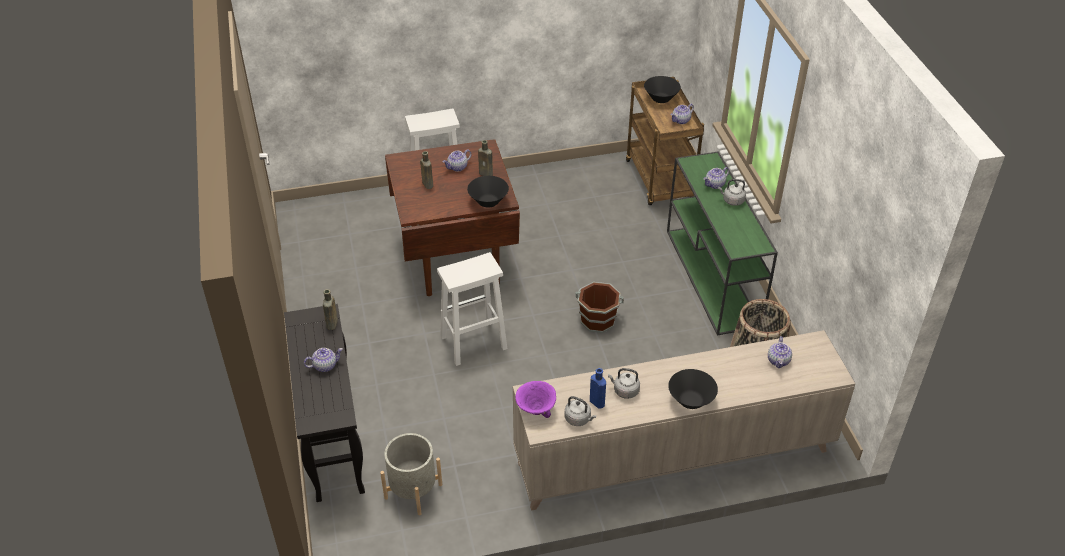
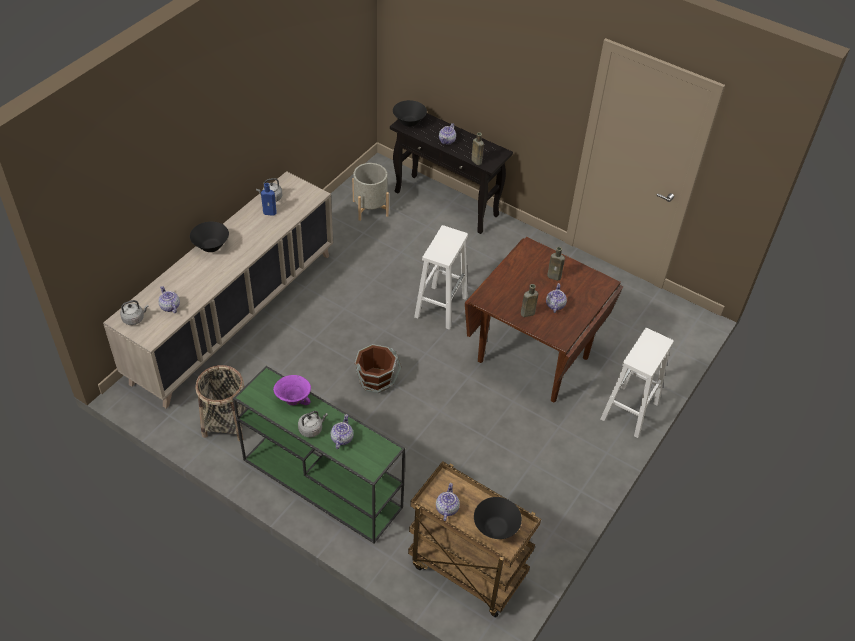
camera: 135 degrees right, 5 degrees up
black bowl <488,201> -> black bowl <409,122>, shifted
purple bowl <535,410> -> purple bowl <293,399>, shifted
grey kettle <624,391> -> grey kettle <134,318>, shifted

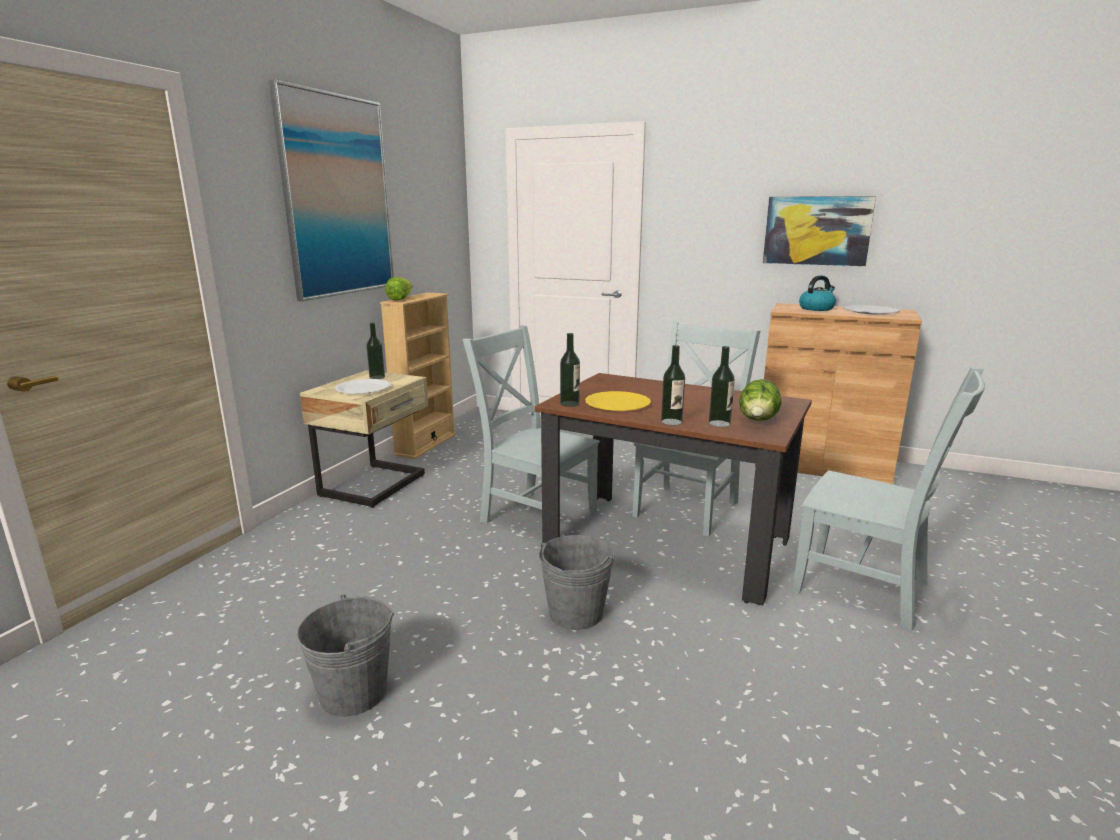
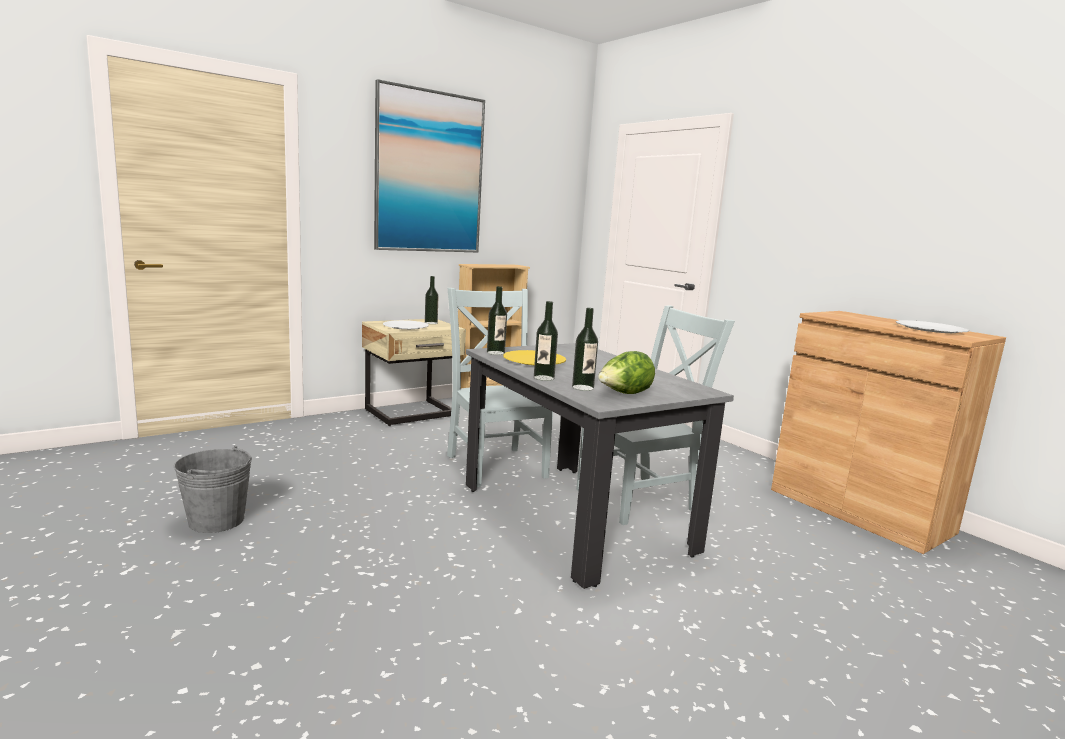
camera: 30 degrees right, 5 degrees down
lettuce <400,299> -> none
brown dining table <667,543> -> grey dining table <574,517>
grey bucket <575,613> -> none
picture <816,230> -> none
grey chair <867,589> -> none
kettle <816,308> -> none

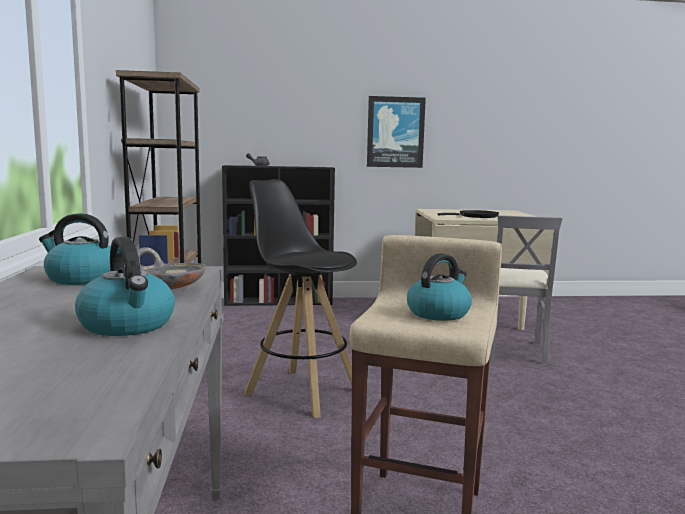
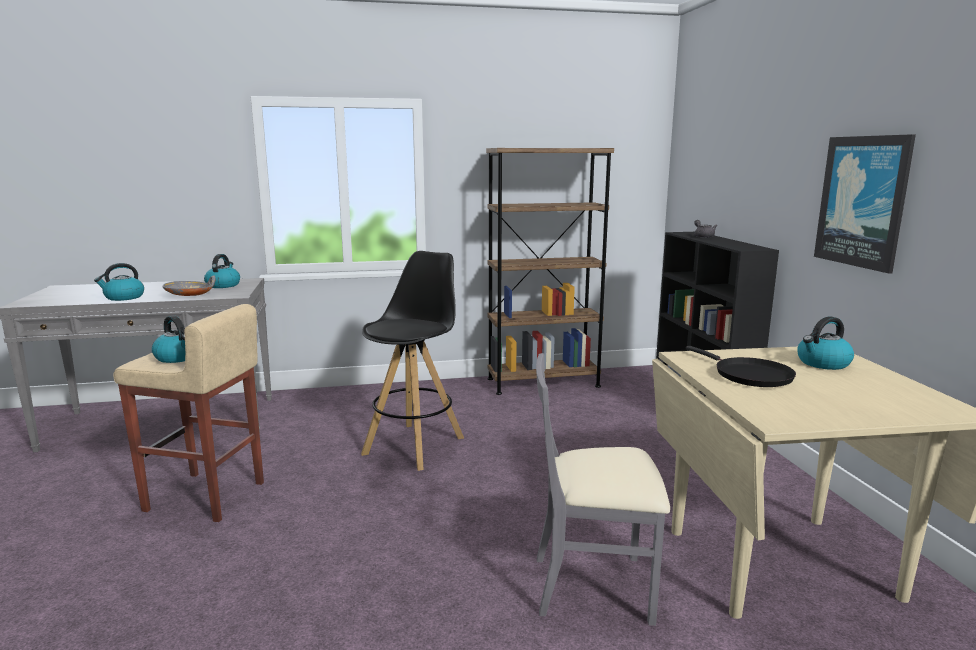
camera: 85 degrees right, 5 degrees up
none -> kettle <823,363>

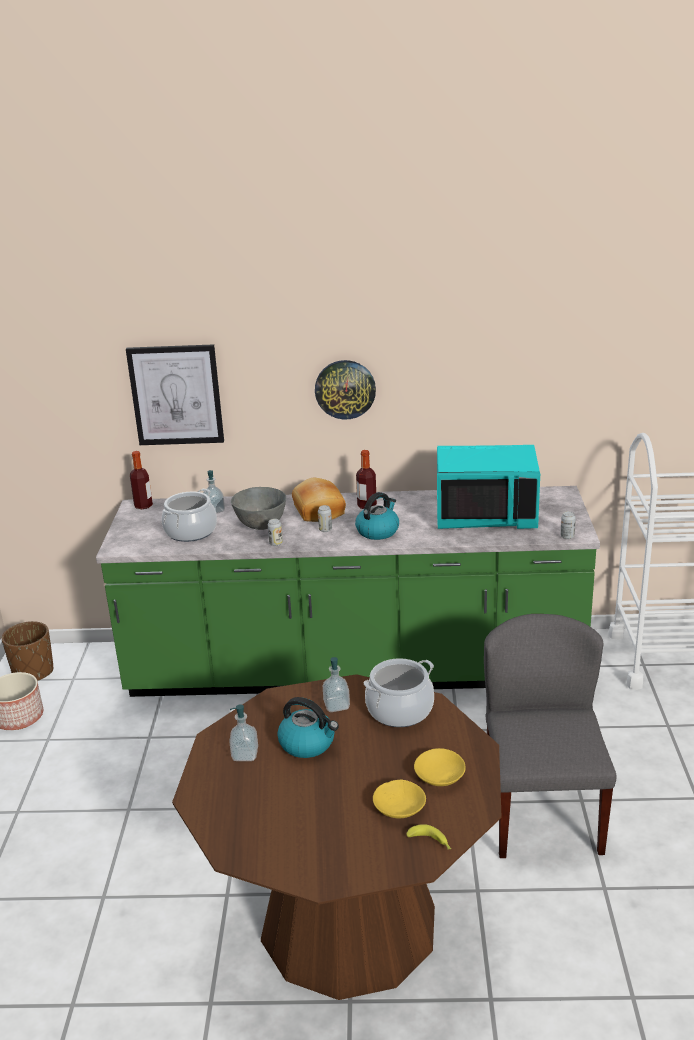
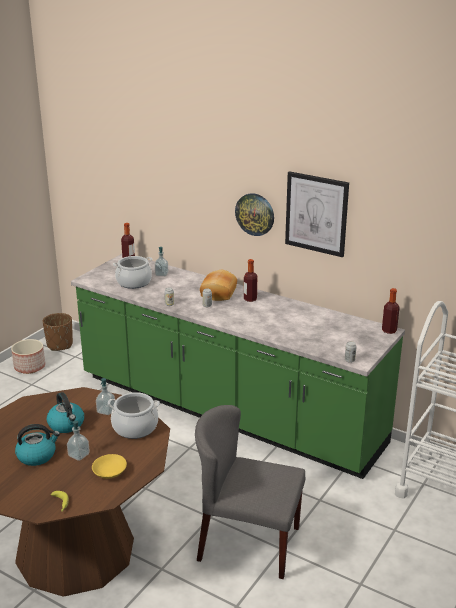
camera: 30 degrees right, 0 degrees up
picture <176,395> -> picture <316,213>, shifted
soap dispenser <245,754> -> soap dispenser <79,455>, shifted
grey bowl <261,525> -> none
kettle <378,531> -> kettle <37,455>, shifted
yellow bowl <399,807> -> none
turquoise microwave <486,514> -> none
grey chair <541,812> -> grey chair <248,543>, 105 degrees counterclockwise
none -> bottle <389,330>

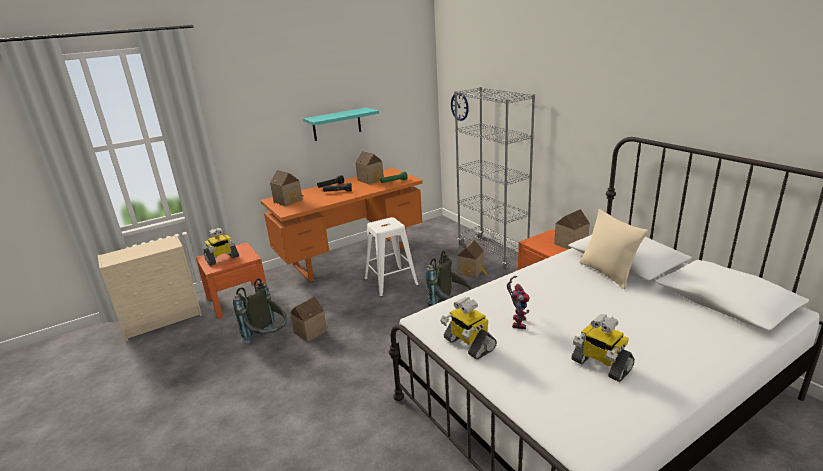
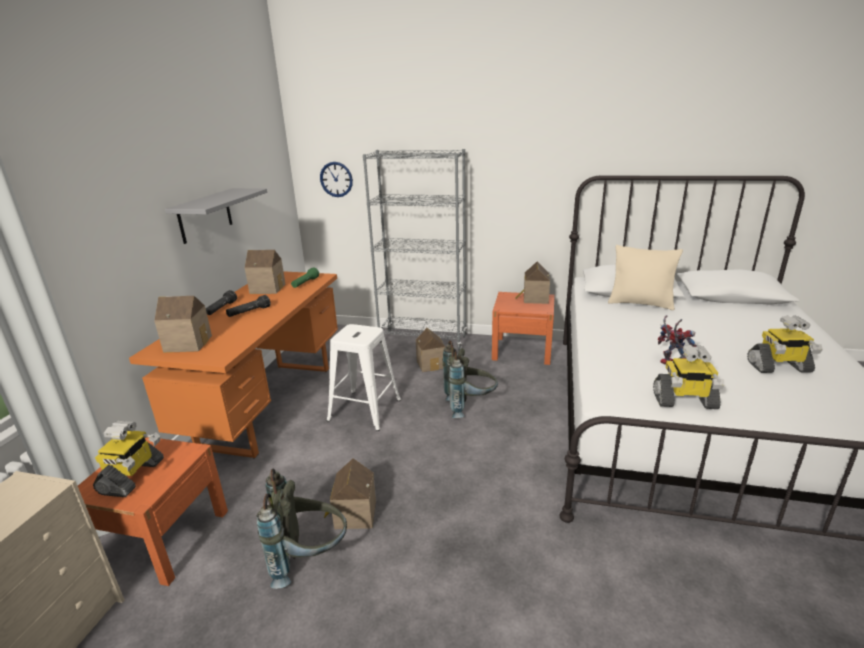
camera: 45 degrees left, 0 degrees up
turquoise shelf <336,124> -> grey shelf <205,215>

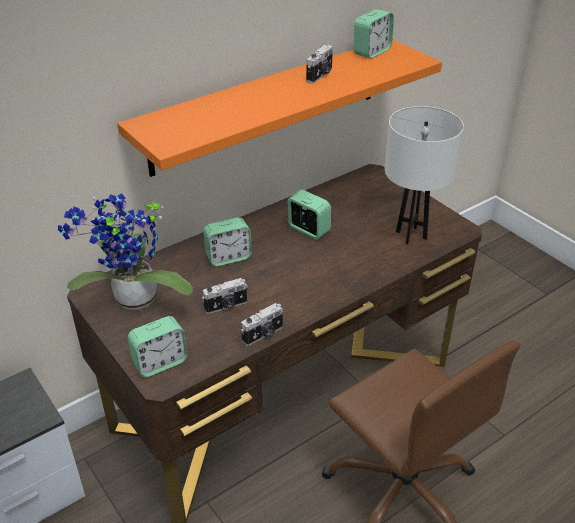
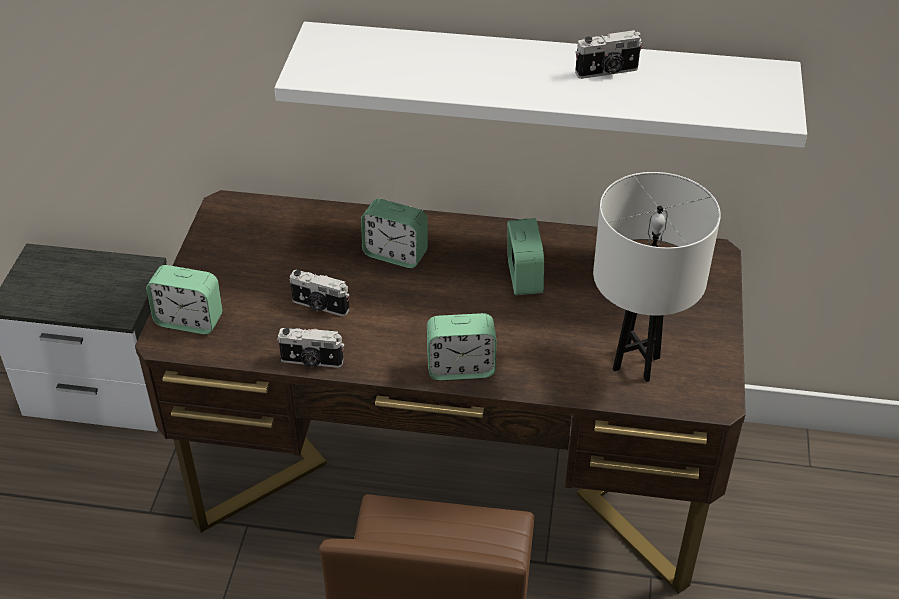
camera: 45 degrees right, 5 degrees up
potted plant <133,302> -> none
orange shelf <268,105> -> white shelf <544,82>
alarm clock <372,52> -> alarm clock <460,368>, shifted

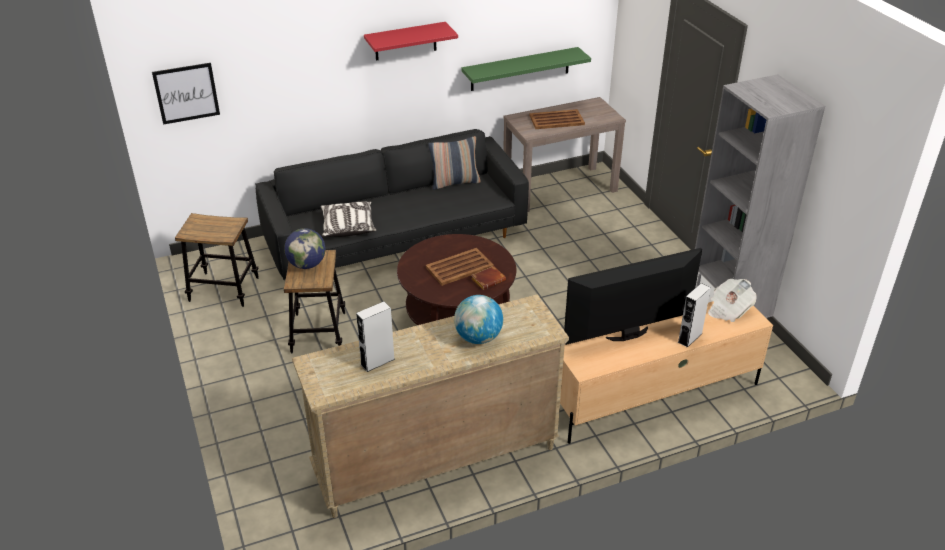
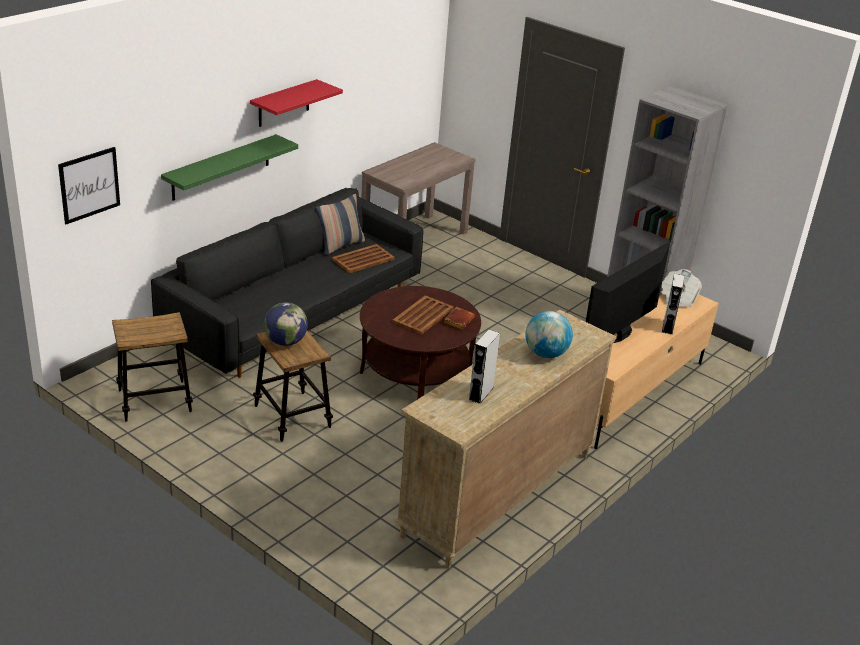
camera: 30 degrees left, 5 degrees down
pillow <348,226> -> none
green shelf <520,69> -> green shelf <221,167>, shifted
brown tray <556,120> -> brown tray <362,259>, shifted

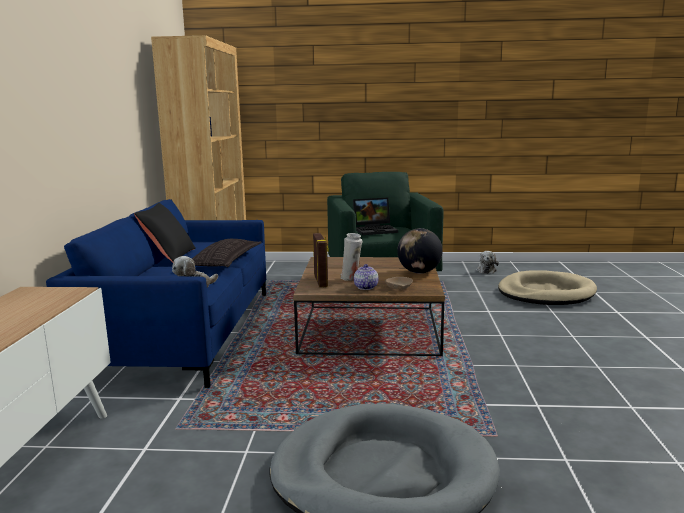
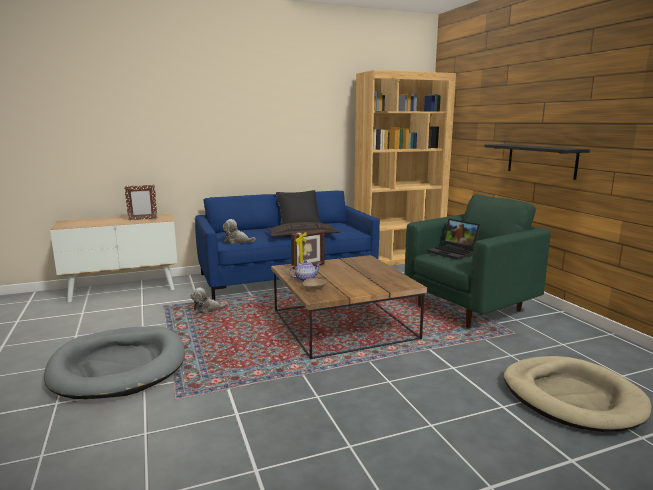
camera: 65 degrees right, 0 degrees up
white vase <351,279> -> none
globe <419,272> -> none
plush toy <486,270> -> plush toy <207,310>, shifted
none -> picture frame <142,219>
none -> black shelf <541,160>

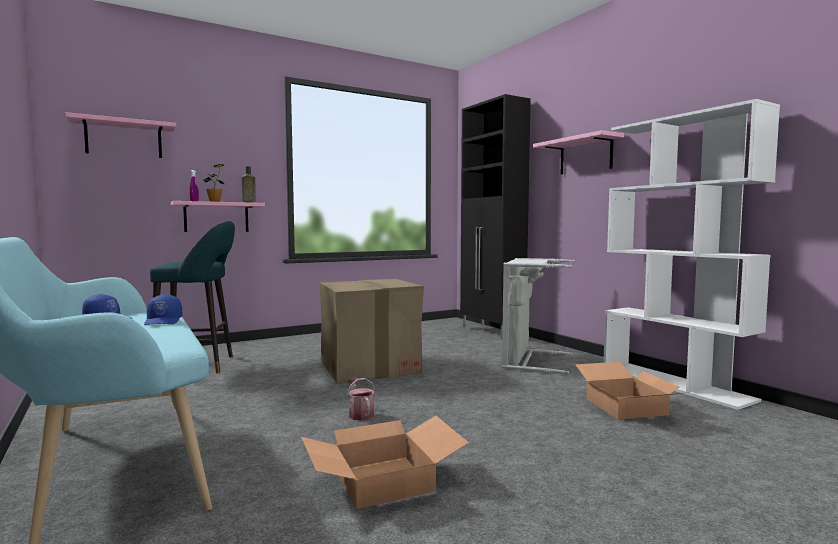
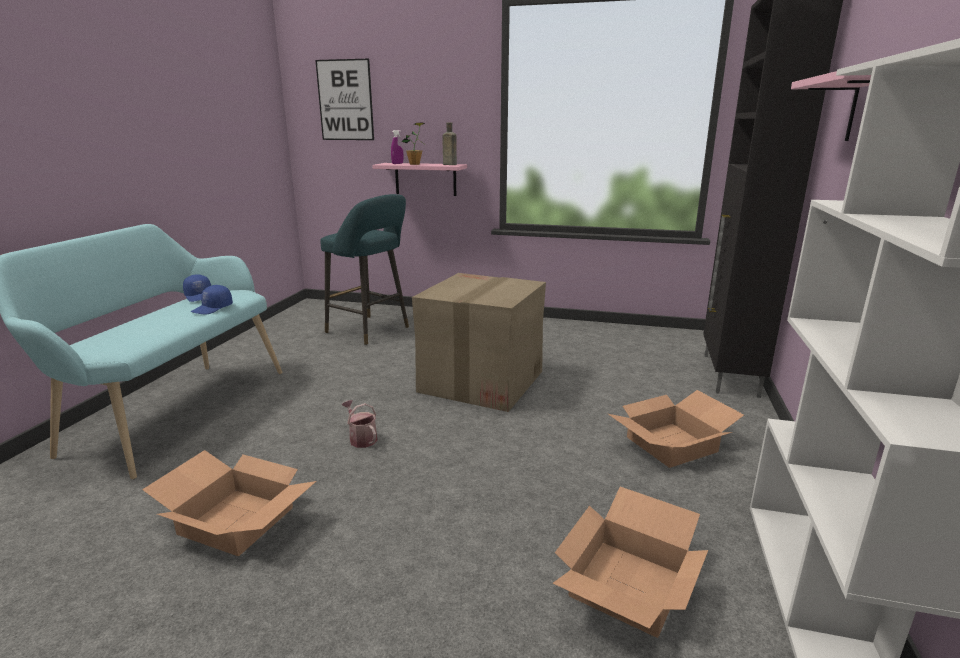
camera: 45 degrees right, 15 degrees up
pink shelf <124,139> -> picture <345,100>
watering can <360,414> -> watering can <361,438>, 60 degrees counterclockwise
grey laundry basket <528,360> -> cardboard box <671,443>

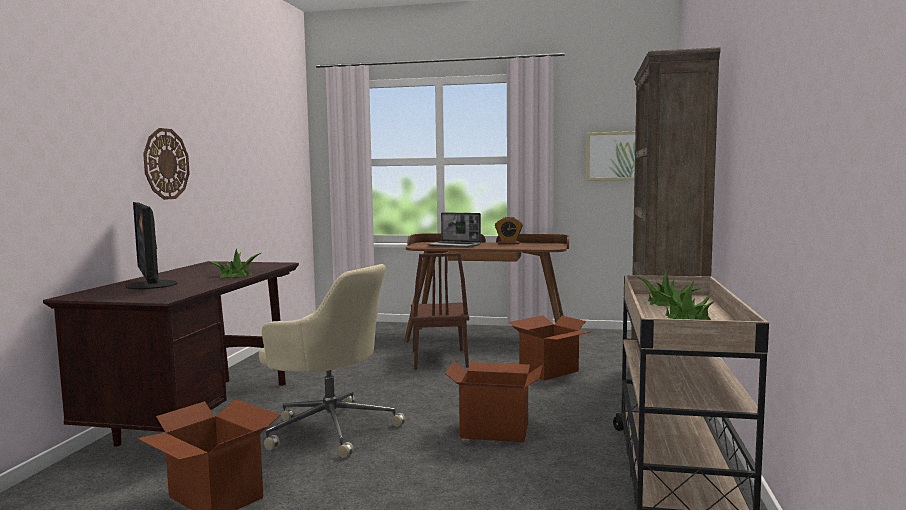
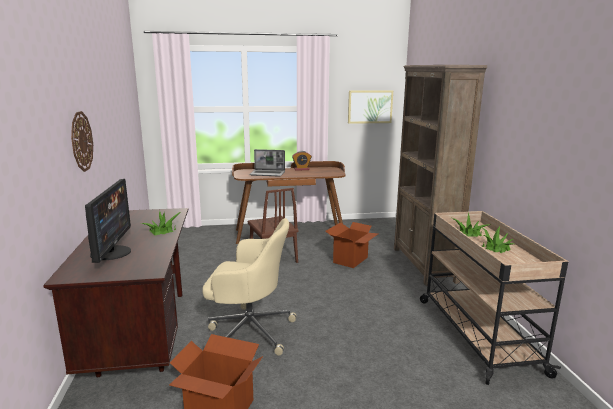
camera: 20 degrees left, 10 degrees up
monitor <151,285> -> monitor <111,252>, 135 degrees counterclockwise
cardboard box <494,430> -> none

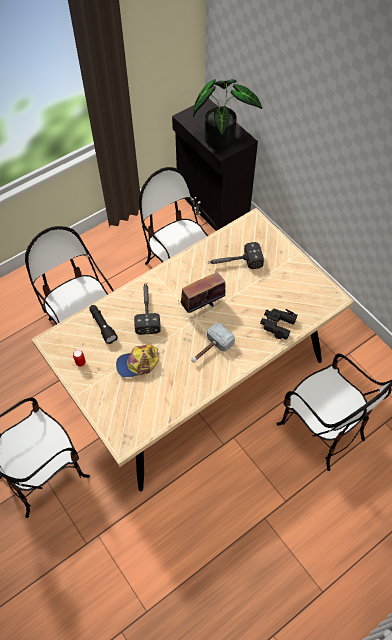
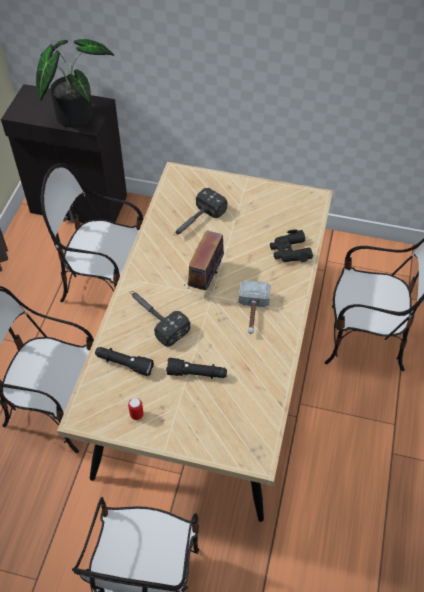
camera: 40 degrees left, 5 degrees down
cap <138,363> -> black flashlight <197,374>

